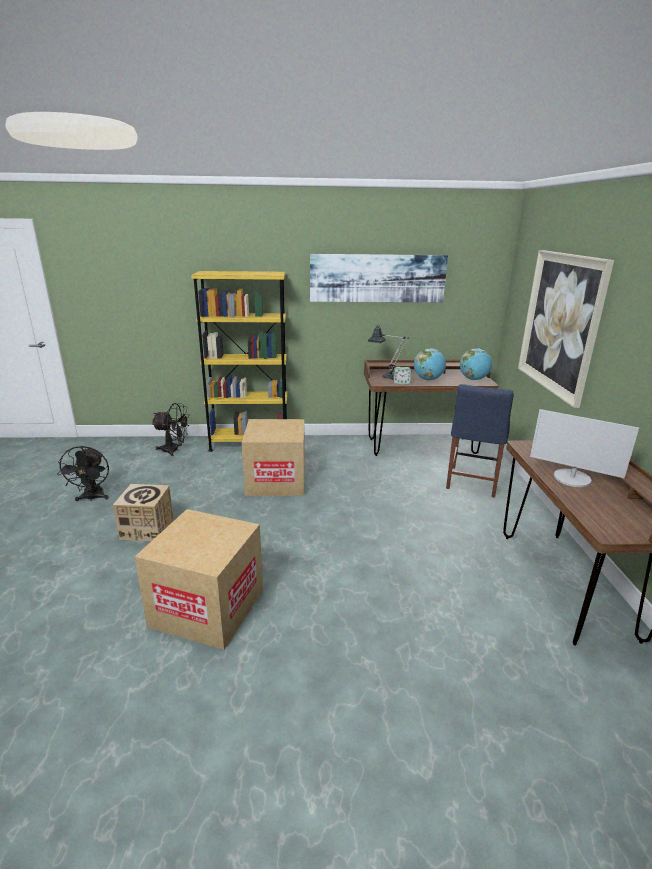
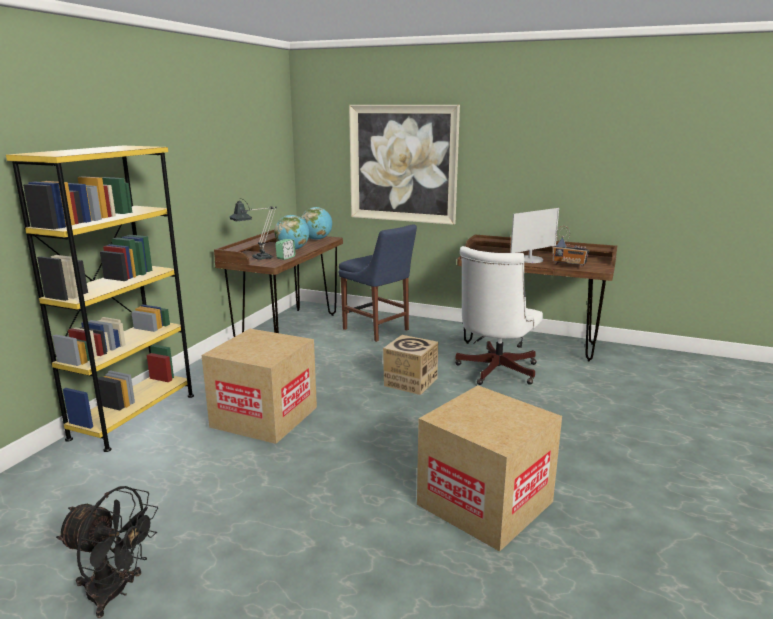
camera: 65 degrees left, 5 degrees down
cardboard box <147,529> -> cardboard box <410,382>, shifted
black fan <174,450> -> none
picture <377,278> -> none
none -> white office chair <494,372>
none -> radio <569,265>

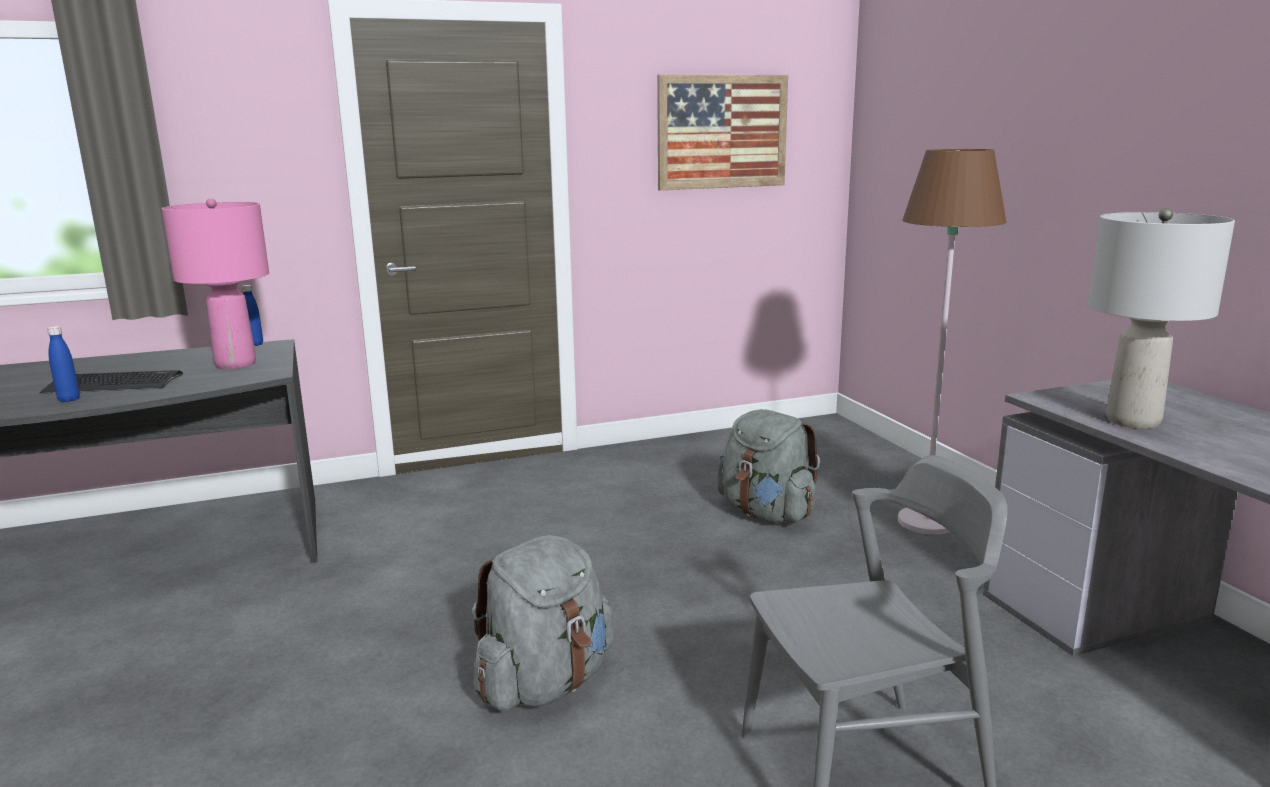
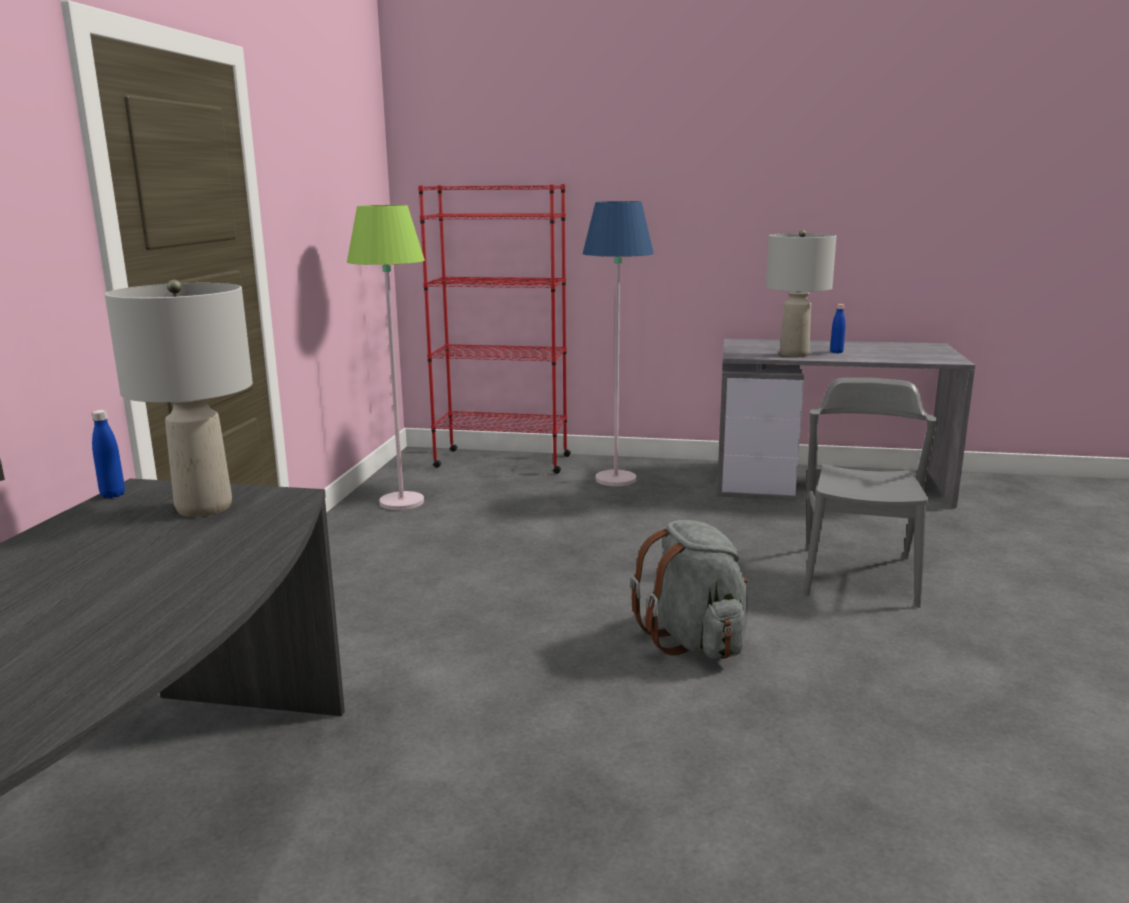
camera: 60 degrees left, 0 degrees up
keyboard <113,384> -> none
blue bottle <69,400> -> blue bottle <836,352>, shifted
pink table lamp <235,364> -> grey table lamp <203,508>
picture <722,132> -> none
grey backpack <766,514> -> none
brown floor lamp <926,522> -> blue floor lamp <616,479>
none -> green floor lamp <401,502>
none -> red bookcase <502,461>

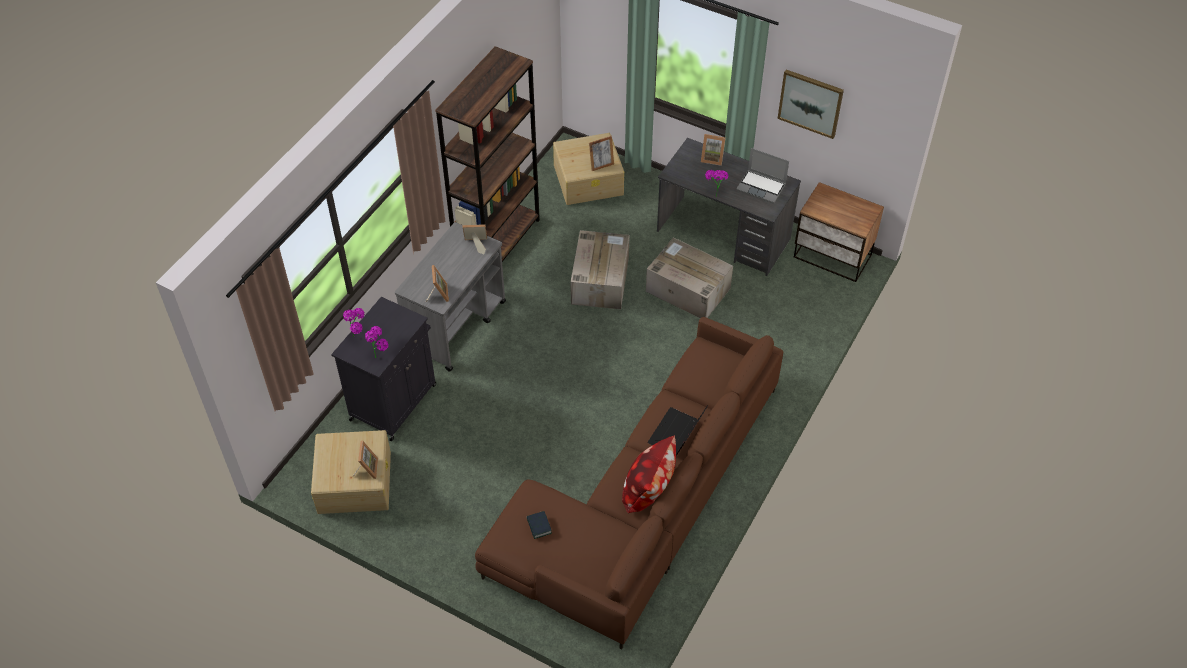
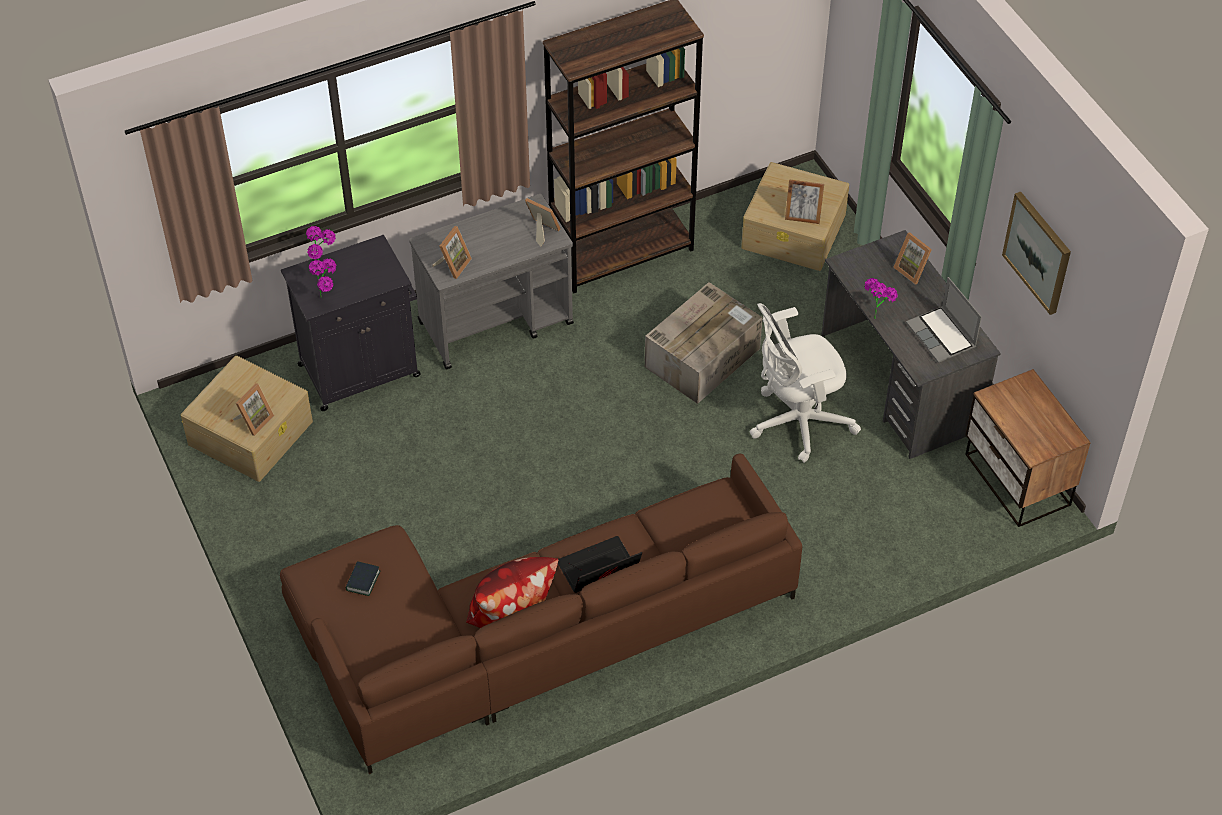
camera: 35 degrees right, 0 degrees up
cardboard box <687,289> -> white office chair <796,422>

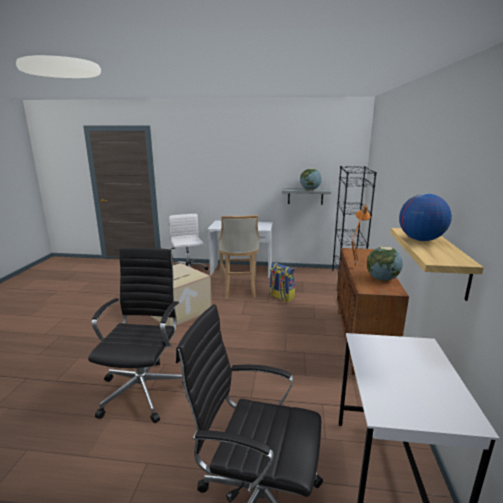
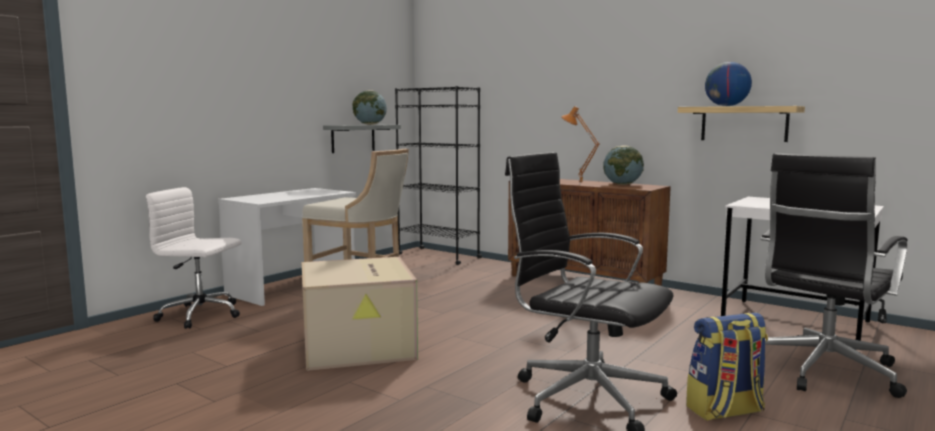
camera: 60 degrees left, 10 degrees down
backpack <281,297> -> backpack <725,411>, shifted

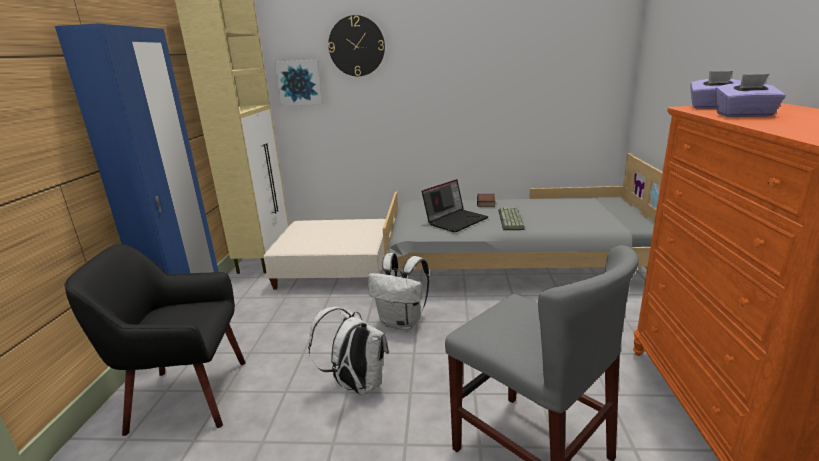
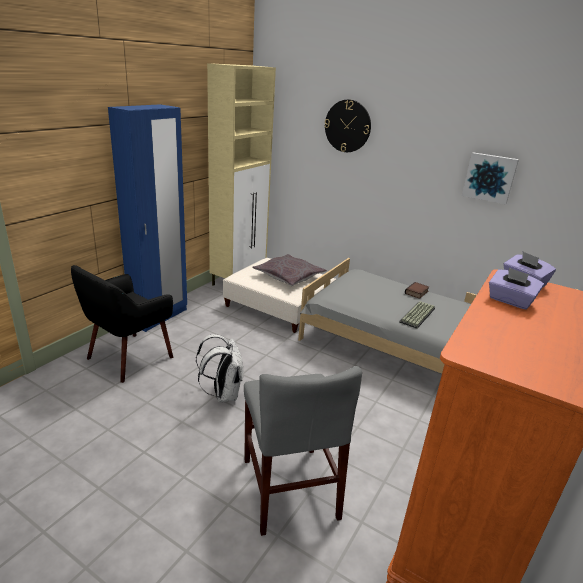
camera: 25 degrees right, 5 degrees up
black armchair <187,396> -> black armchair <128,357>, 75 degrees counterclockwise
picture <300,82> -> picture <489,177>, shifted
white backpack <402,322> -> none
laptop <456,220> -> none
none -> grey pillow <289,276>

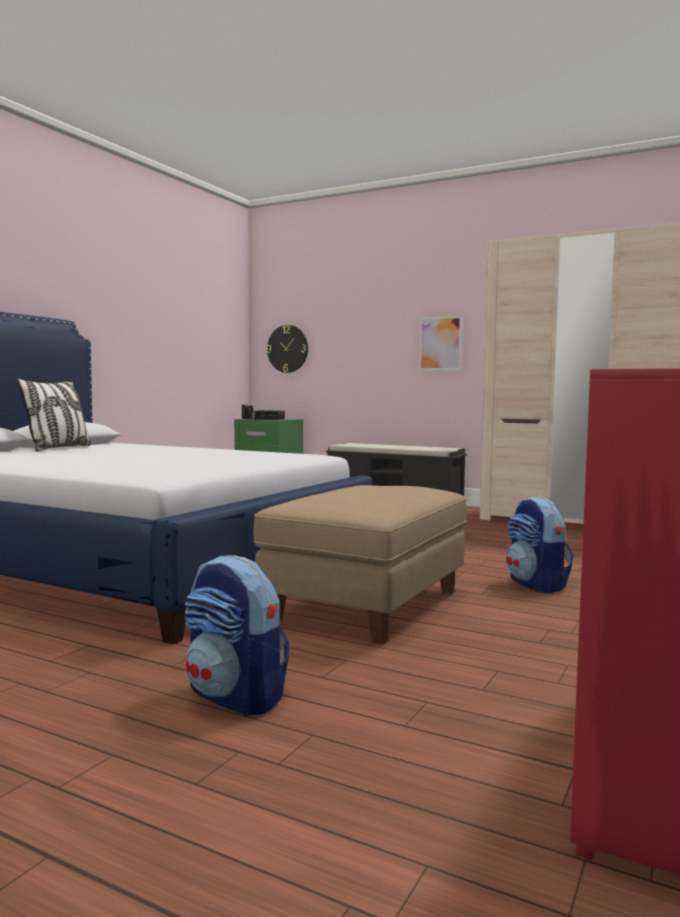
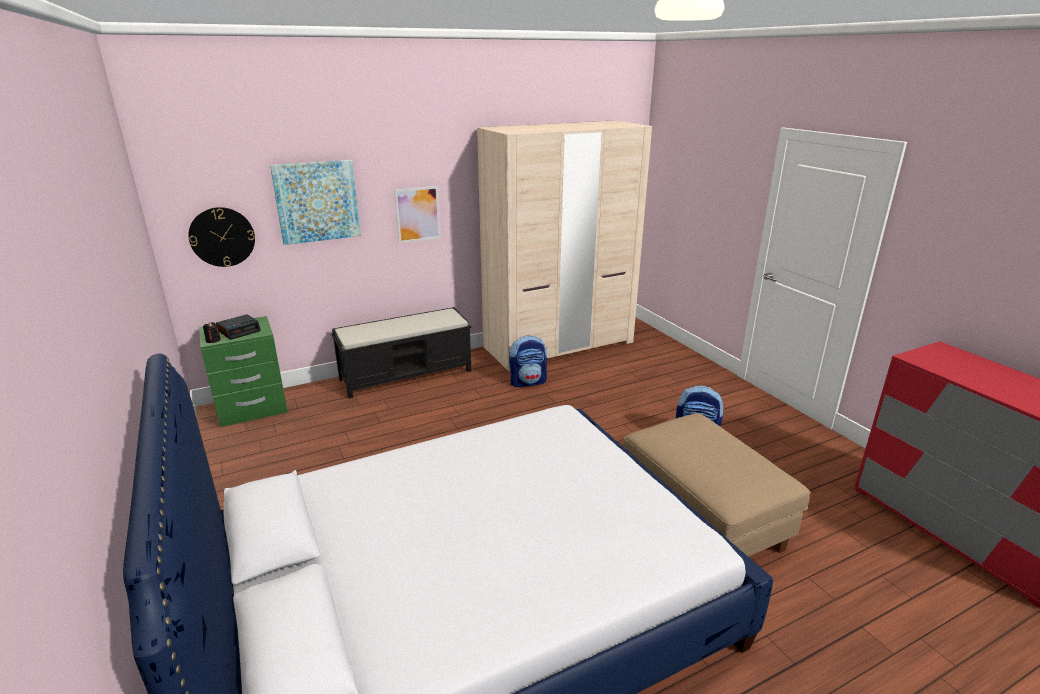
camera: 55 degrees left, 20 degrees up
pillow <57,448> -> none
backpack <236,697> -> backpack <528,382>, shifted
none -> picture <317,201>

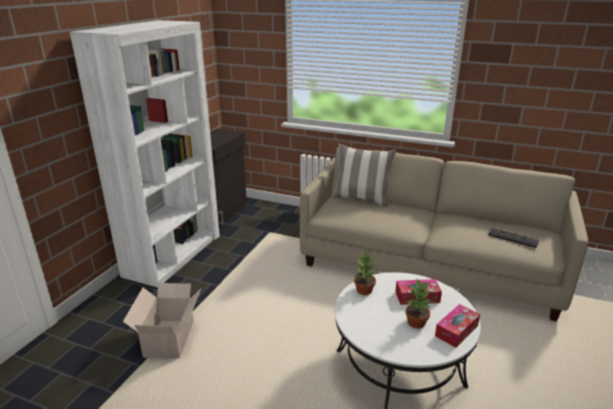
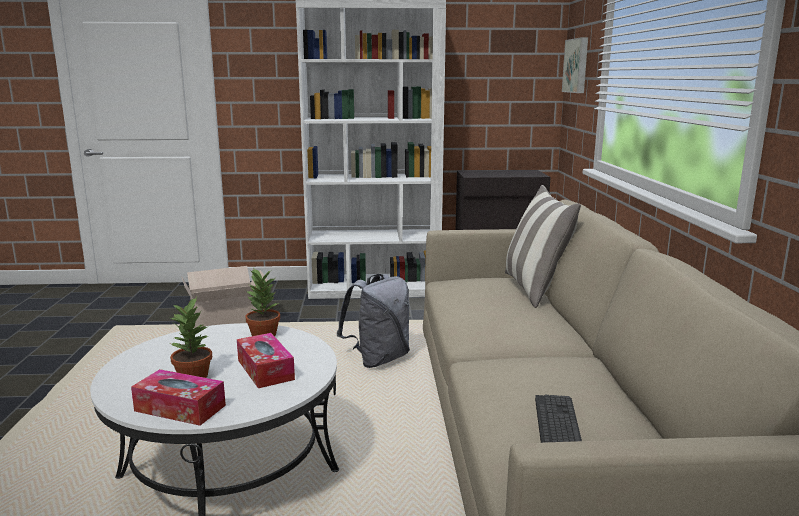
camera: 65 degrees right, 10 degrees down
none -> grey backpack <378,359>
none -> picture <577,65>

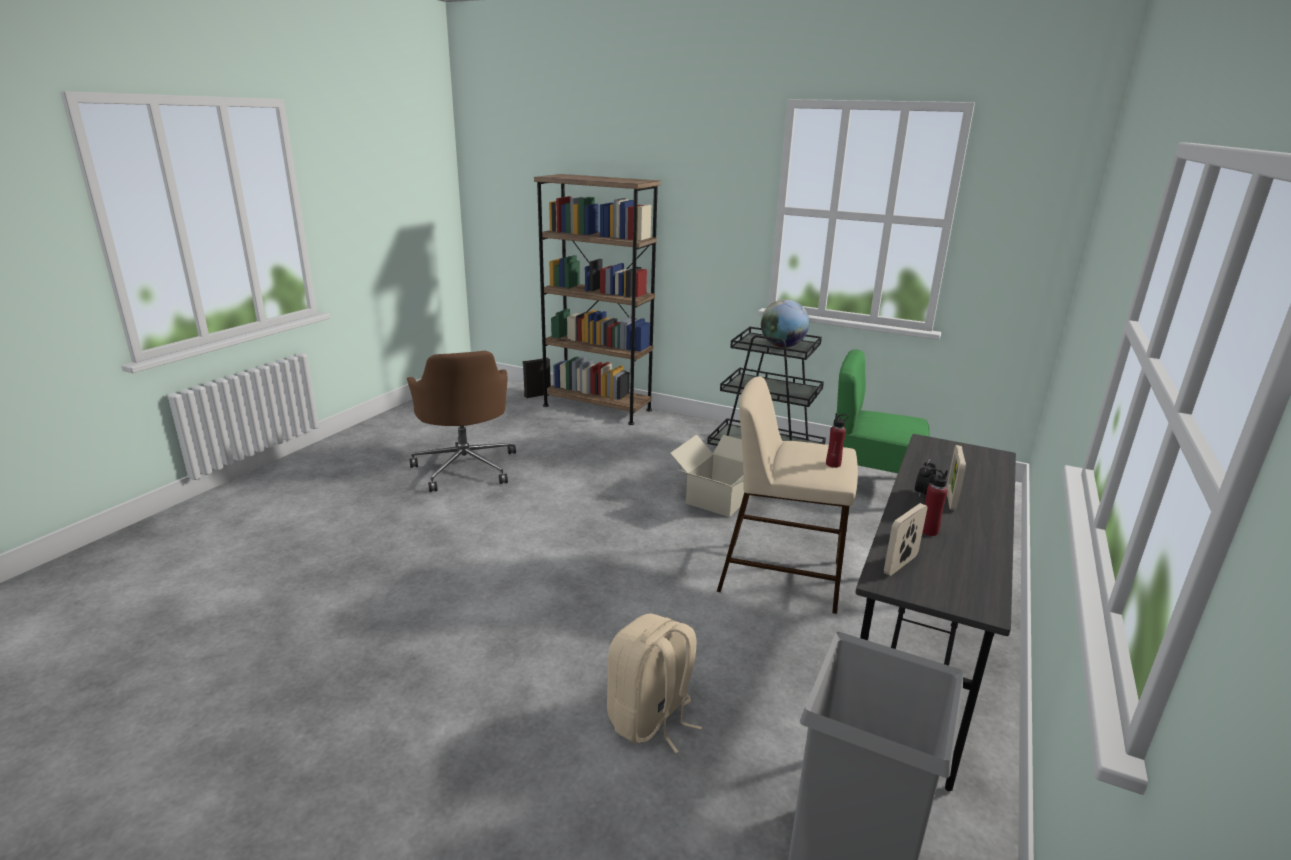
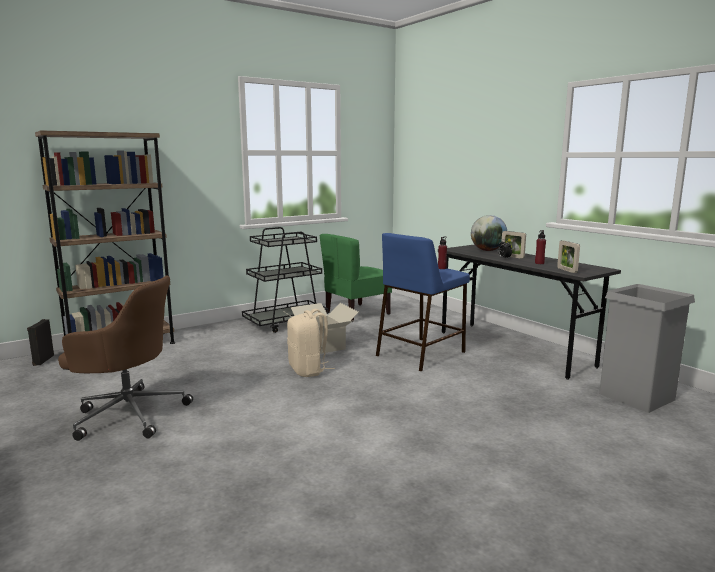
camera: 60 degrees left, 10 degrees down
beige backpack <651,719> -> beige backpack <308,370>, shifted
beige stool <782,576> -> blue stool <421,353>
globe <782,346> -> globe <488,250>, shifted

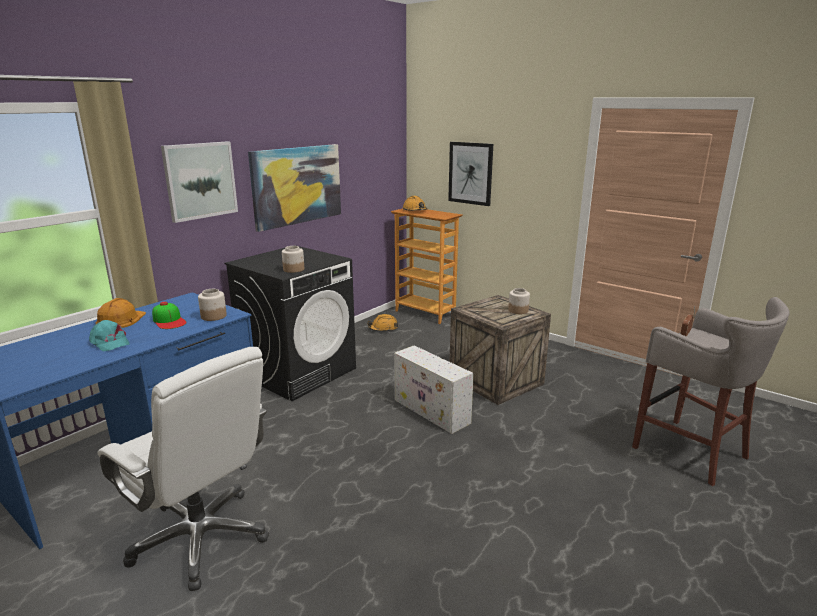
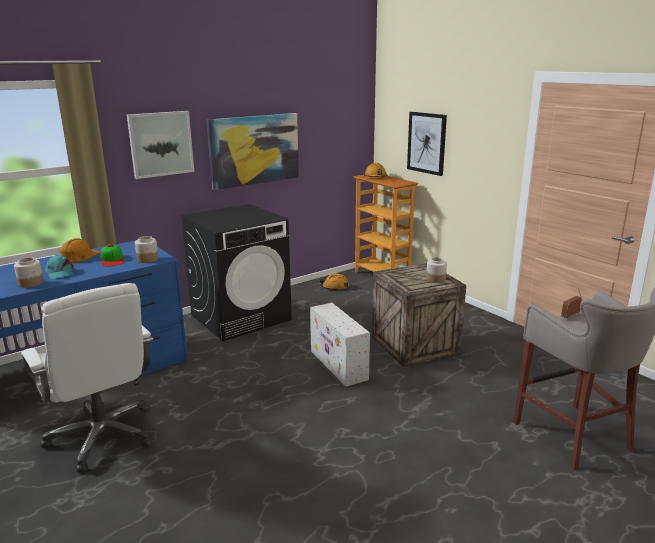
camera: 15 degrees right, 0 degrees up
jar <294,269> -> jar <31,283>, shifted

